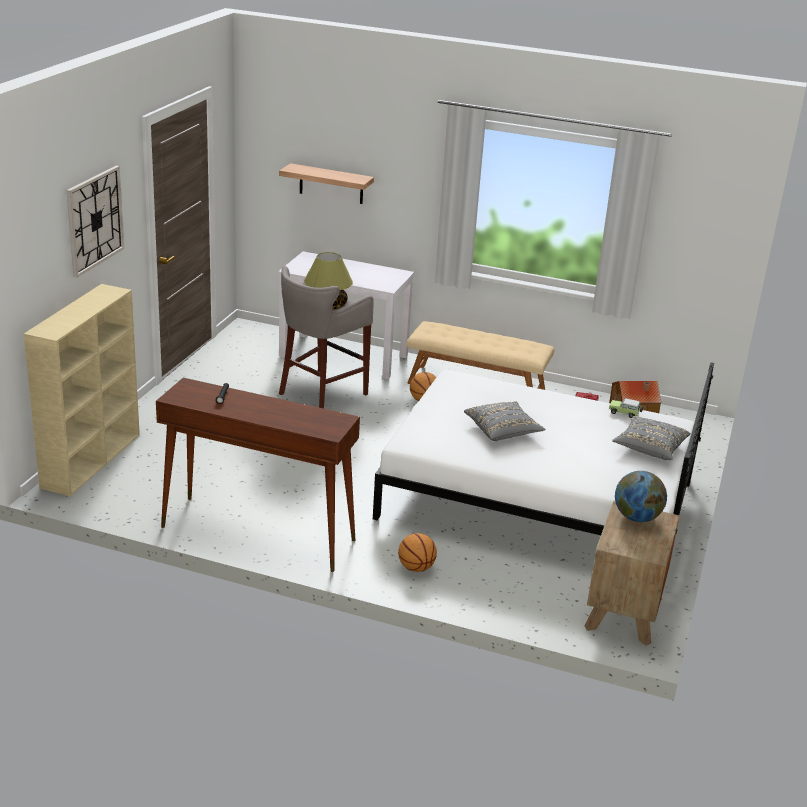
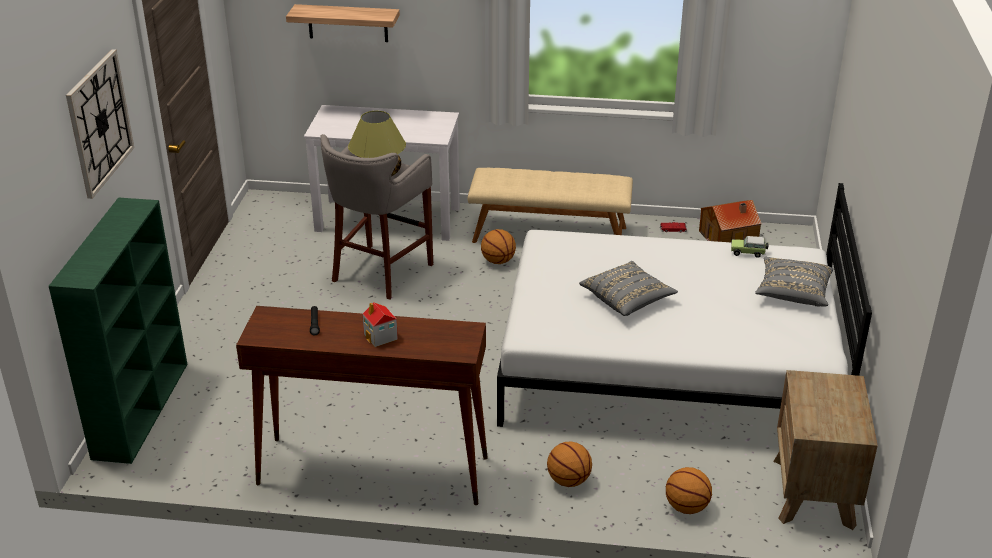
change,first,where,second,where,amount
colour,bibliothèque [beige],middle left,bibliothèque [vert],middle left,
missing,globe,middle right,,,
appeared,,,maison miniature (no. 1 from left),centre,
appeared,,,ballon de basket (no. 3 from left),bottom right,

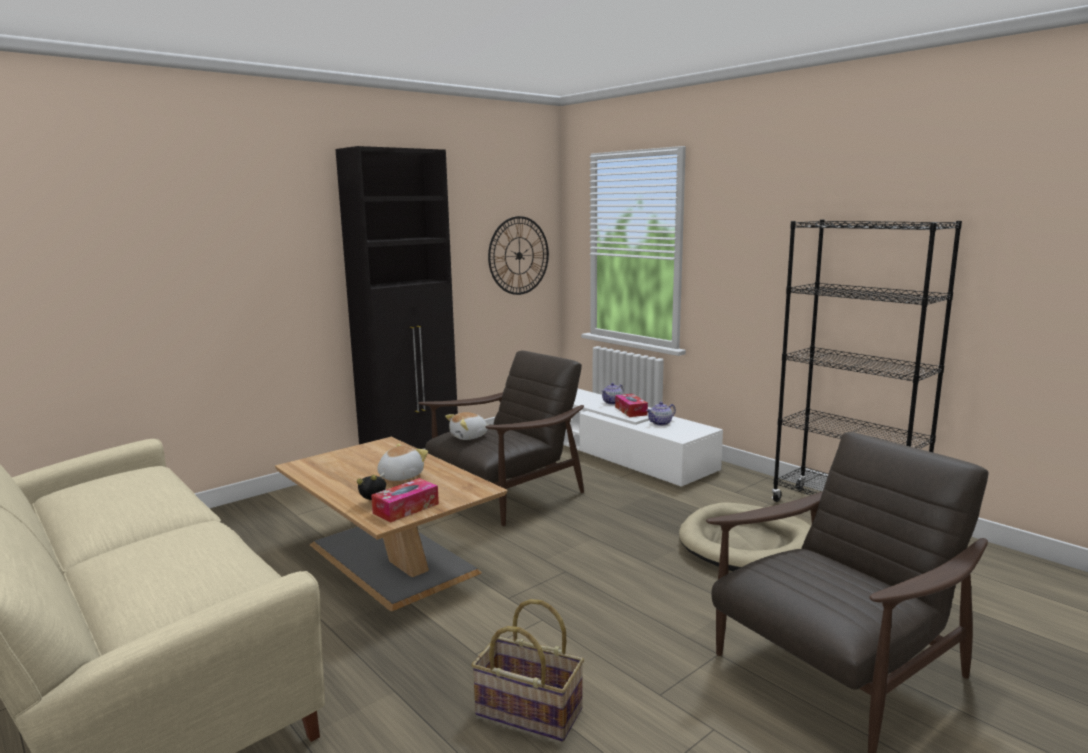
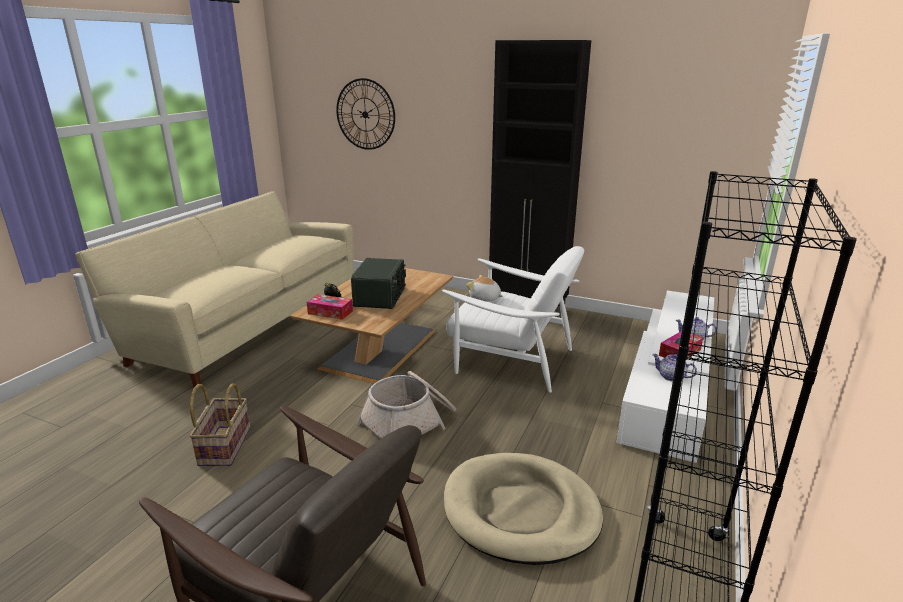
change,first,where,second,where,amount
relocated,horloge murale,centre,,top centre,
colour,fauteuil [marron] (no. 1 from left),centre,fauteuil [blanc],centre,
exchanged,peluche (no. 1 from left),centre,radio,centre,
appeared,,,panier (no. 2 from left),bottom centre,

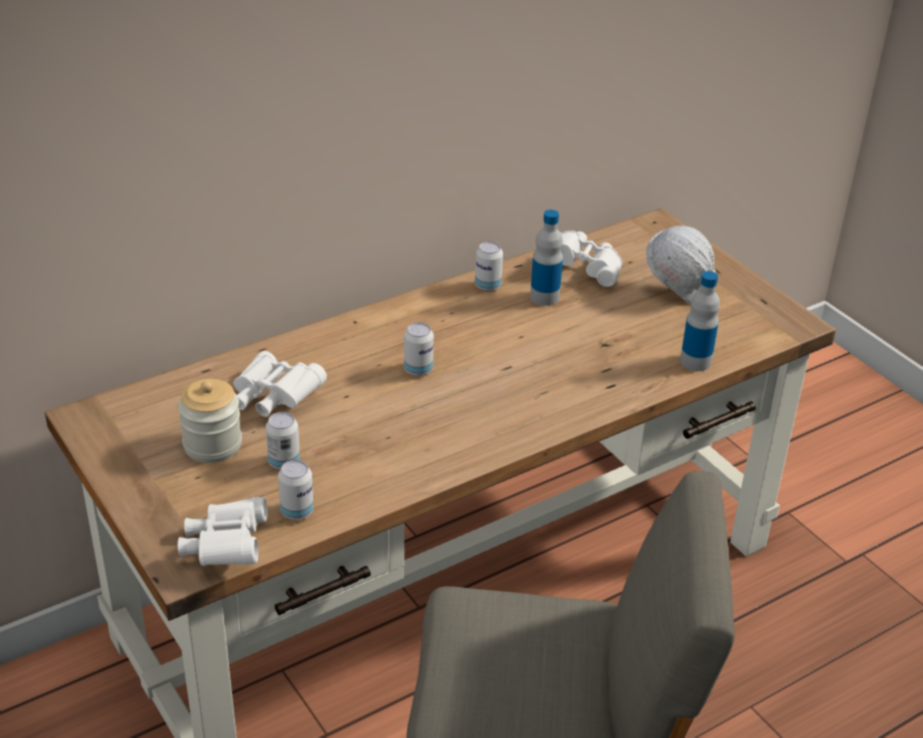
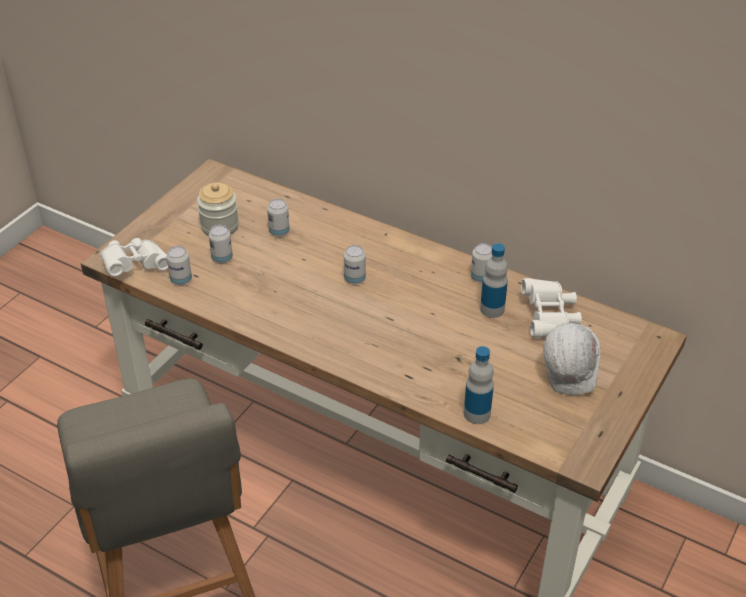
change,first,where,second,where,amount
exchanged,jumelles [blanc] (no. 2 from left),middle left,boîte métallique (no. 3 from left),centre,

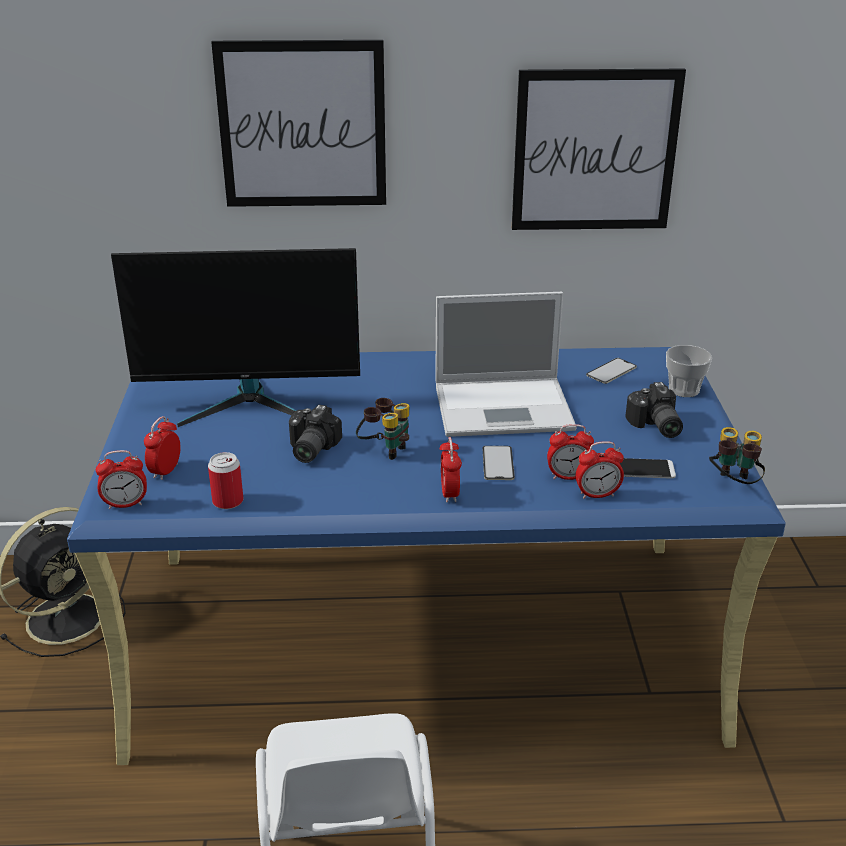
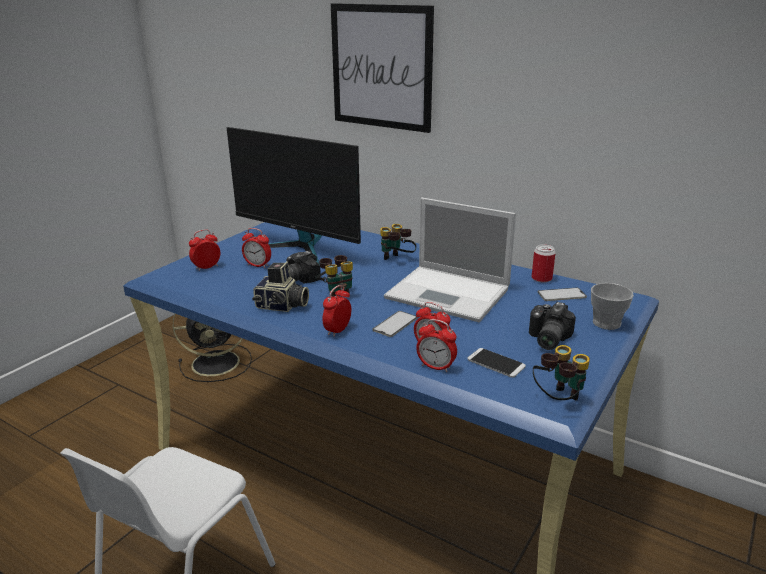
change,first,where,second,where,amount
missing,tableau (no. 2 from left),top right,,,
relocated,réveil (no. 1 from left in the first image),middle left,réveil (no. 2 from left),centre,
relocated,boîte métallique,middle left,,middle right,
appeared,,,jumelles (no. 2 from left),centre,
appeared,,,appareil photo (no. 1 from left),centre,

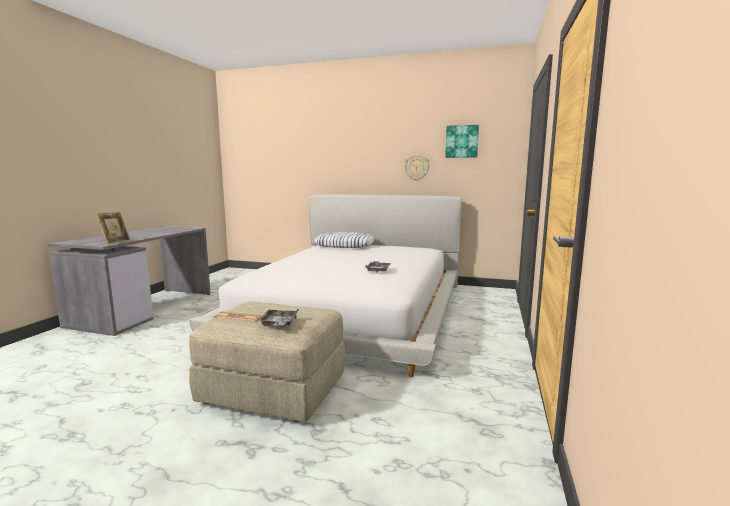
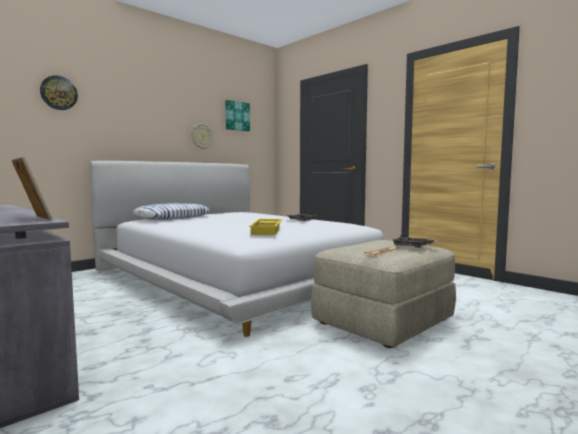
change,first,where,second,where,amount
appeared,,,horloge murale (no. 1 from left),top left,
appeared,,,plateau [jaune],centre,

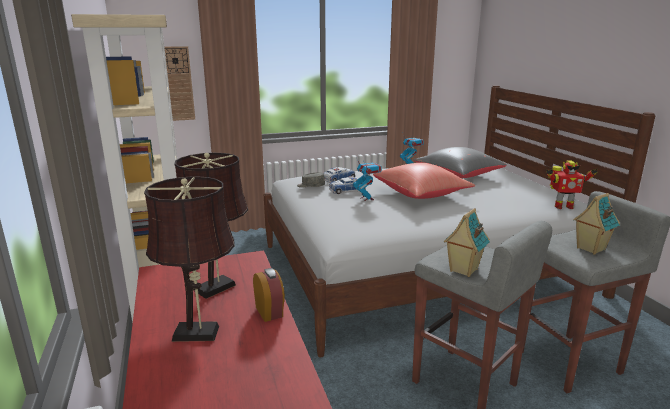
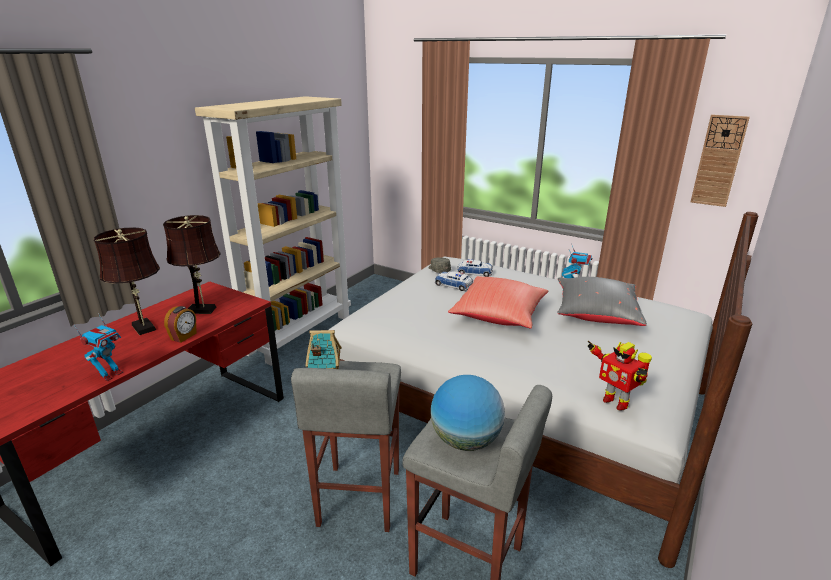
change,first,where,second,where,amount
relocated,horloge murale,top left,,top right,
relocated,robot jouet (no. 1 from left),centre,,middle left,
exchanged,maison miniature (no. 2 from left),middle right,globe,bottom centre,

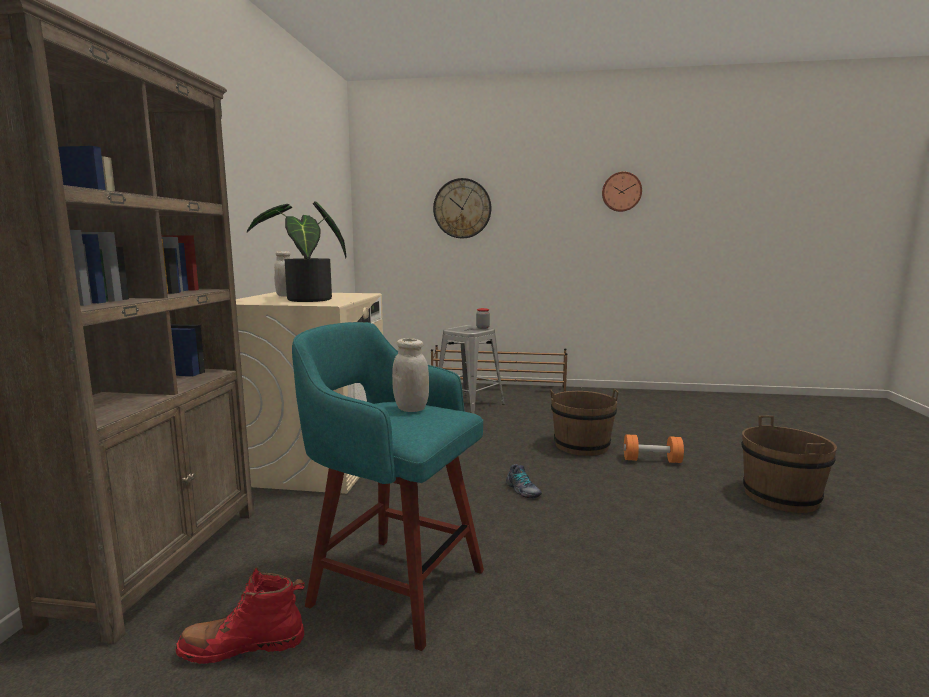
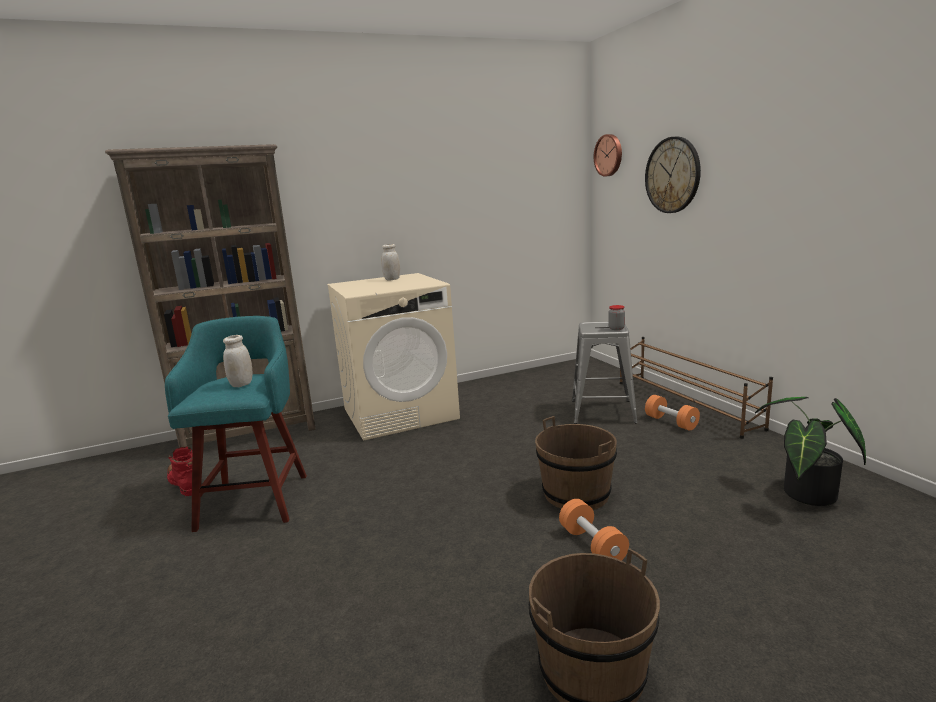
change,first,where,second,where,amount
relocated,horloge murale (no. 2 from left in the first image),top right,horloge murale (no. 1 from left),top centre,
relocated,plante en pot,middle left,,middle right,
missing,chaussure,bottom centre,,,
appeared,,,haltère [orange] (no. 2 from left),middle right,

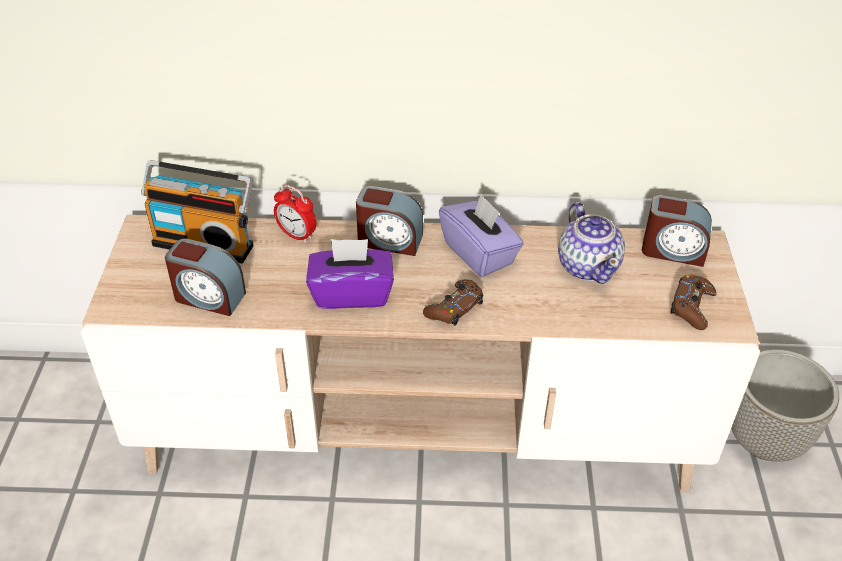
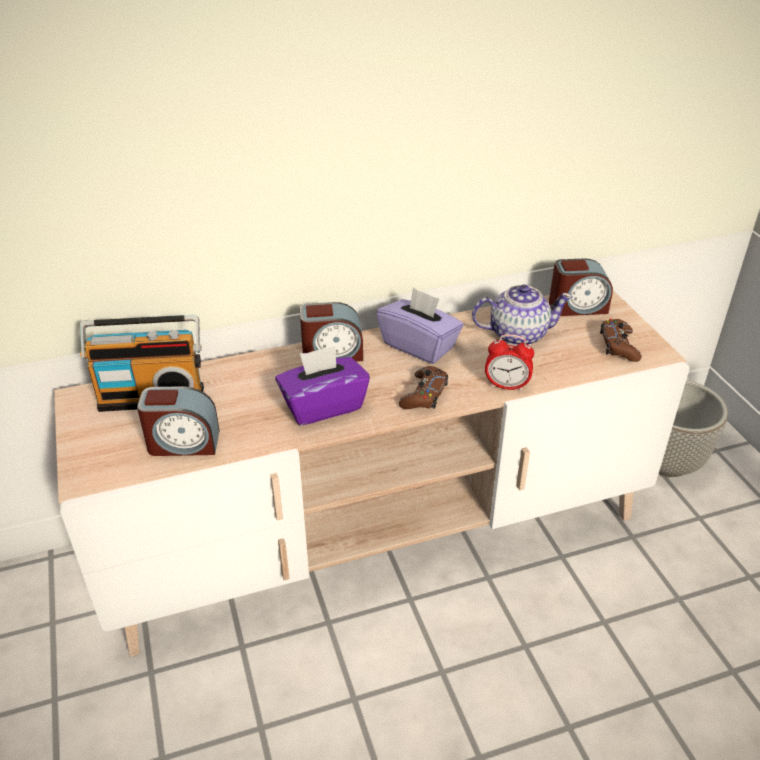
change,first,where,second,where,amount
relocated,réveil (no. 2 from left in the first image),centre,réveil (no. 3 from left),middle right,
spun,théière,middle right,,middle right,60 degrees counterclockwise

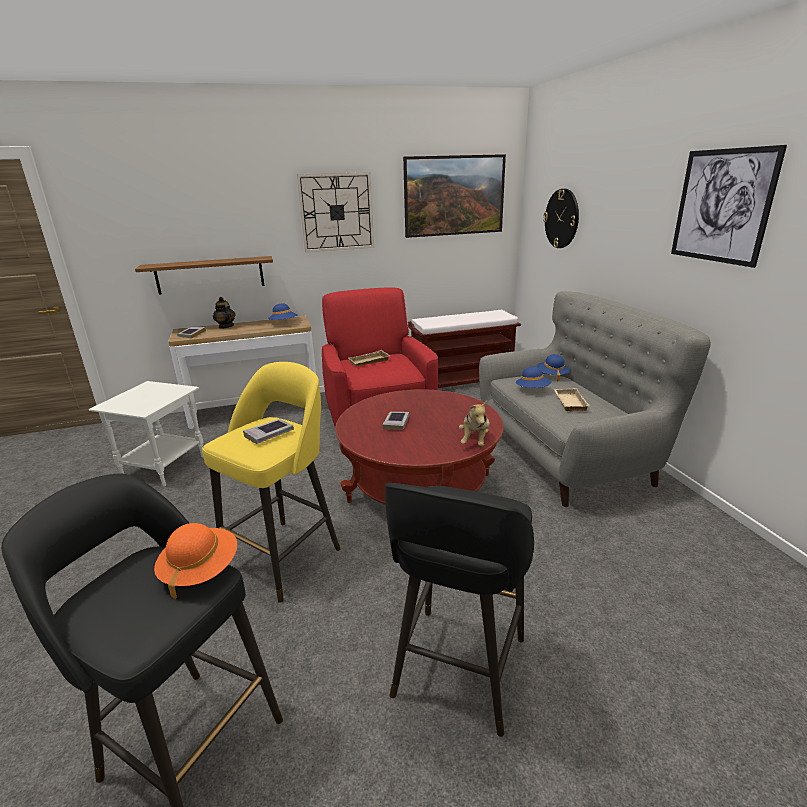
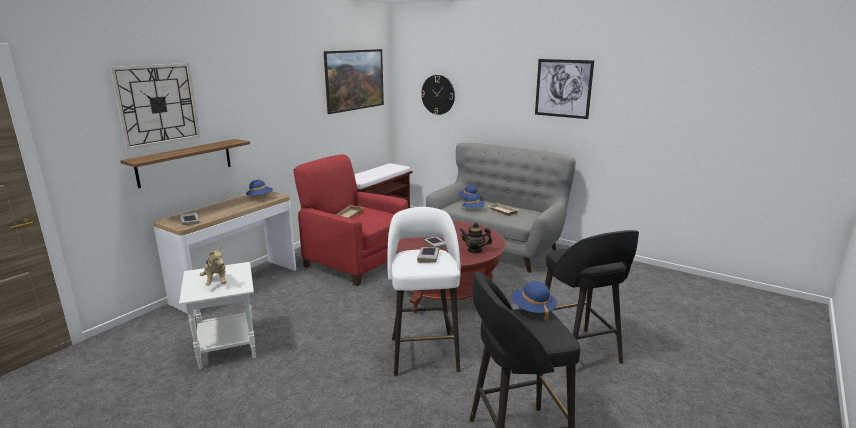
change,first,where,second,where,amount
relocated,horloge murale (no. 1 from left),top centre,,top left,
relocated,théière,middle left,,centre,
colour,tabouret [jaune],centre,tabouret [blanc],bottom centre,
relocated,peluche,centre,,middle left,
colour,chapeau [orange],bottom left,chapeau [bleu] (no. 4 from left),bottom centre,

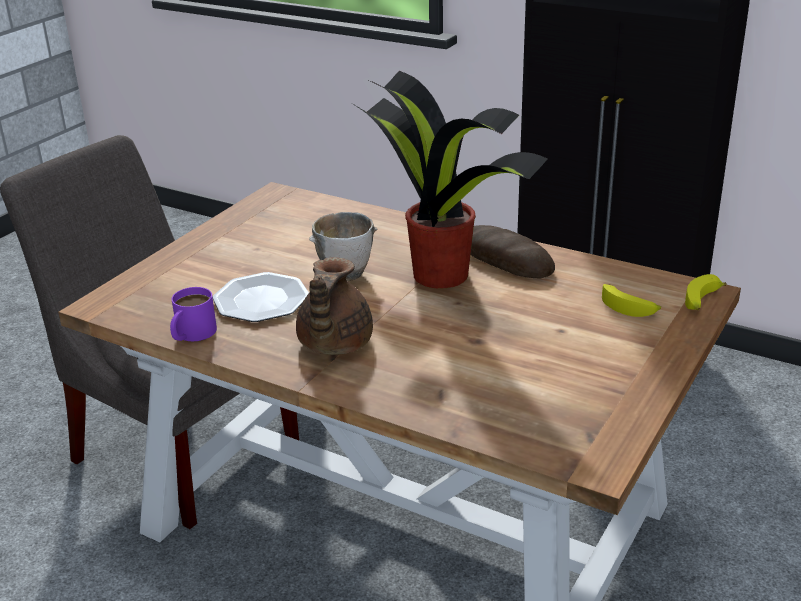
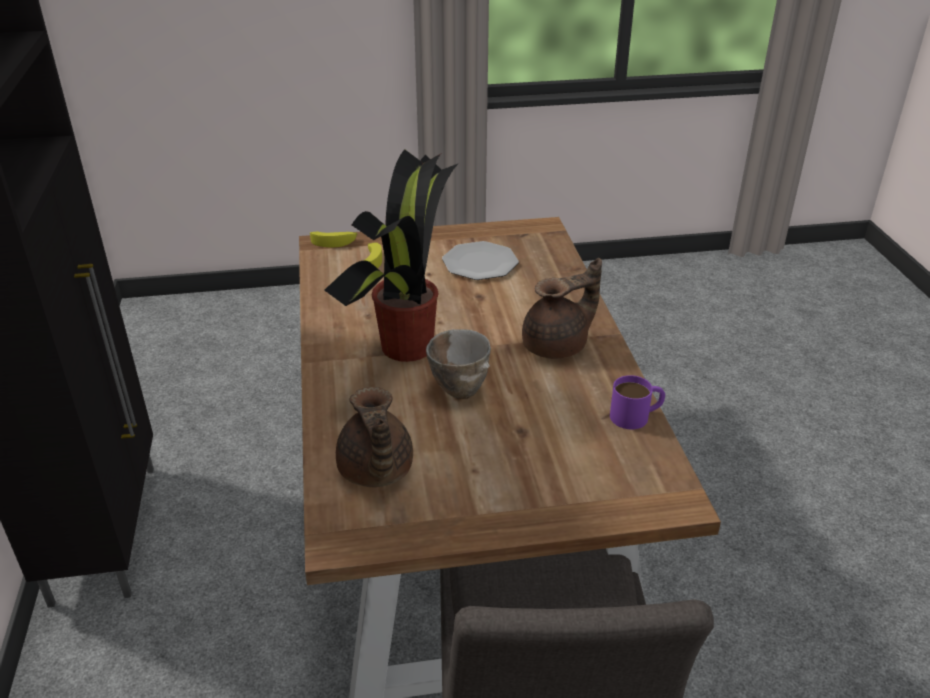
change,first,where,second,where,amount
missing,pain,centre,,,
relocated,assiette,middle left,,centre,
appeared,,,théière [marron] (no. 1 from left),centre,

